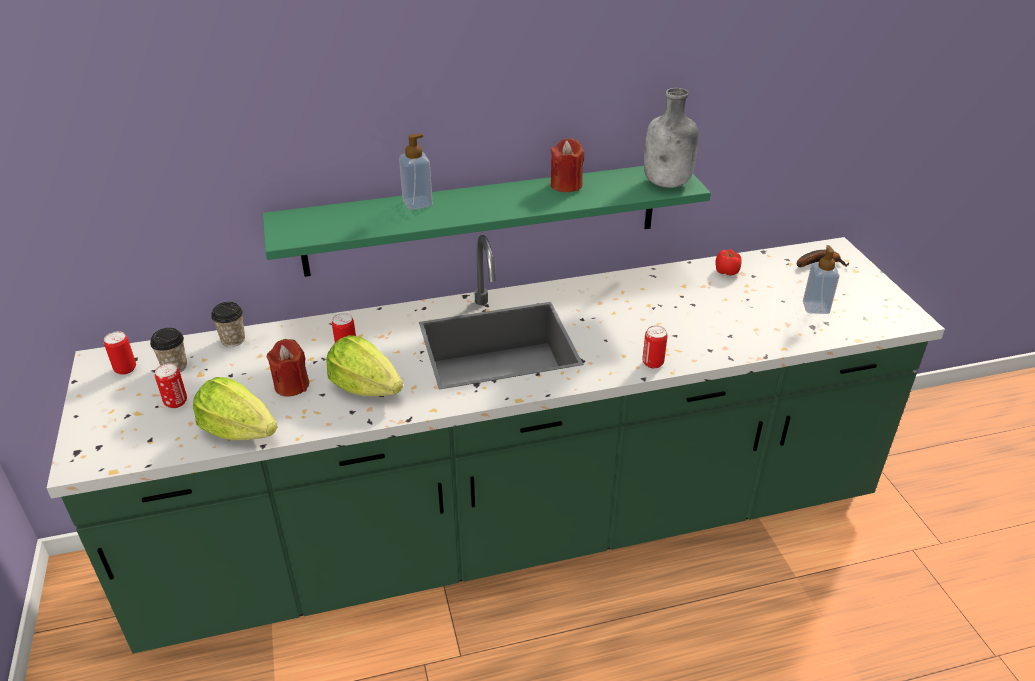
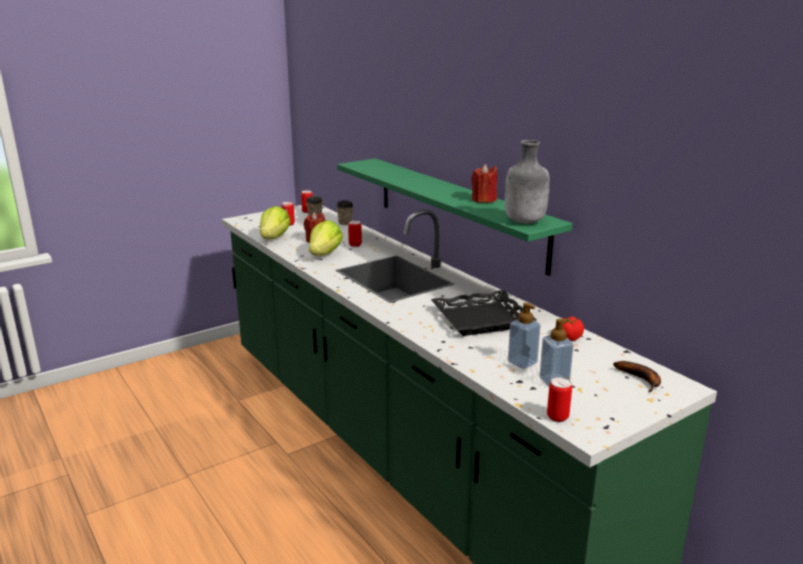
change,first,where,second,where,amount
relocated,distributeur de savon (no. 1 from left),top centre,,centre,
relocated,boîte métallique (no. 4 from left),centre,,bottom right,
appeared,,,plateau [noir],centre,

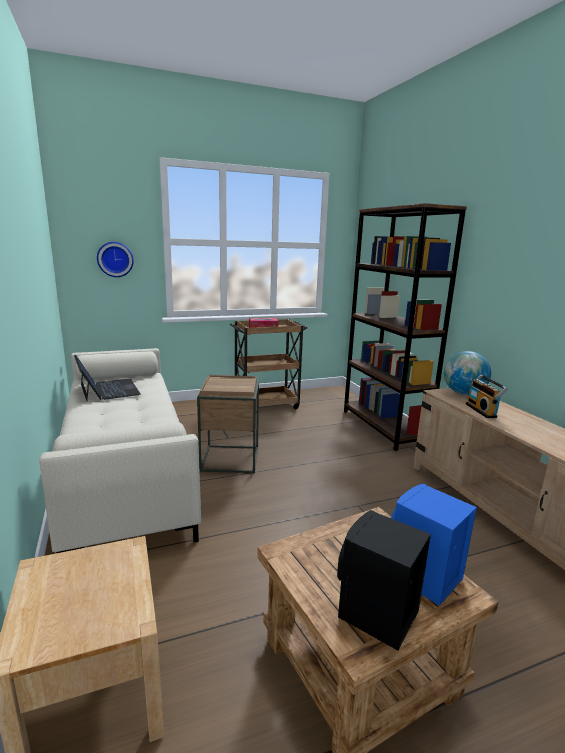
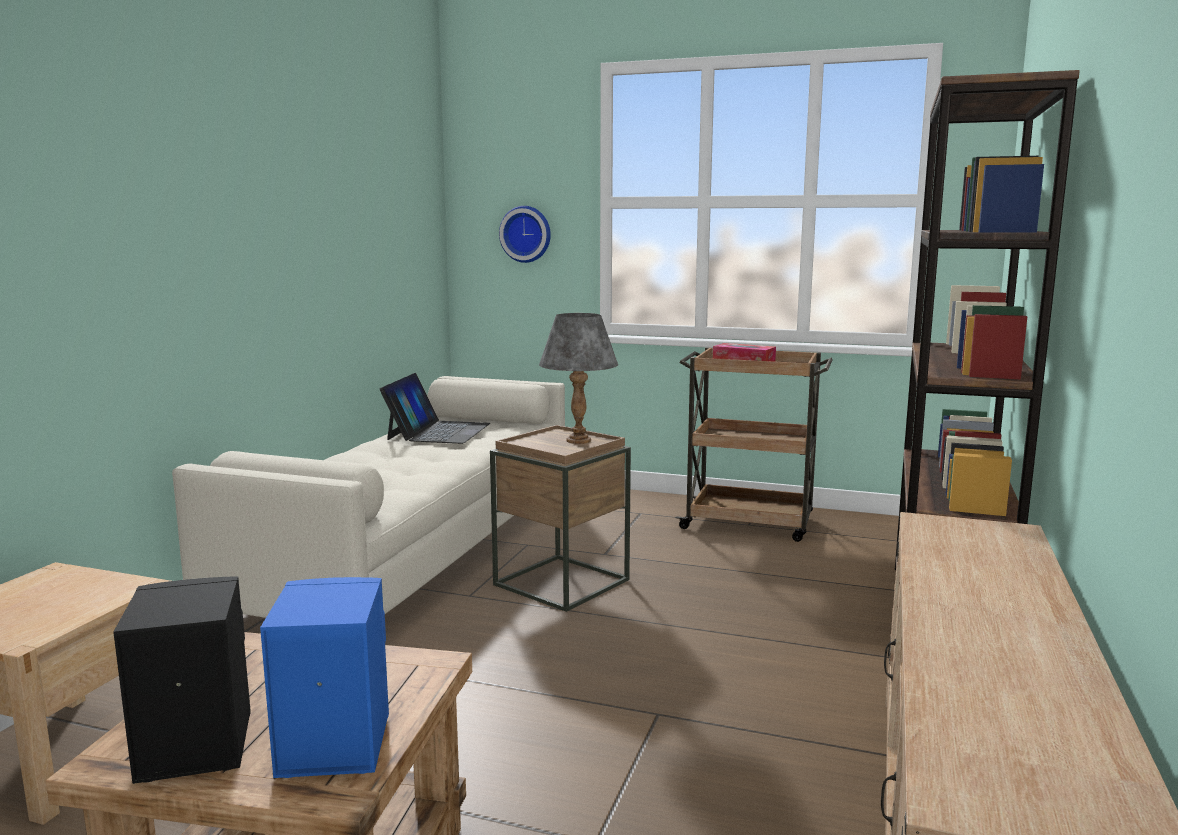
change,first,where,second,where,amount
missing,globe,middle right,,,
missing,radio,middle right,,,
appeared,,,lampe de table [gris],centre,

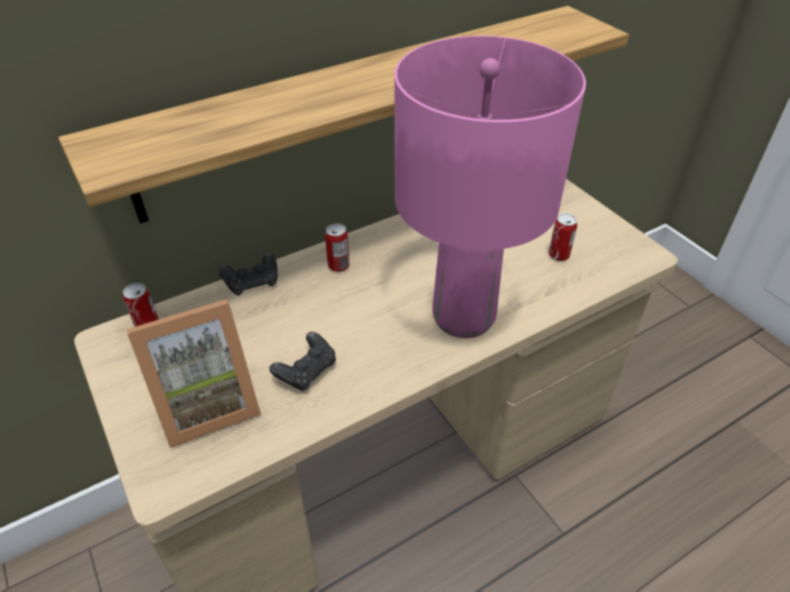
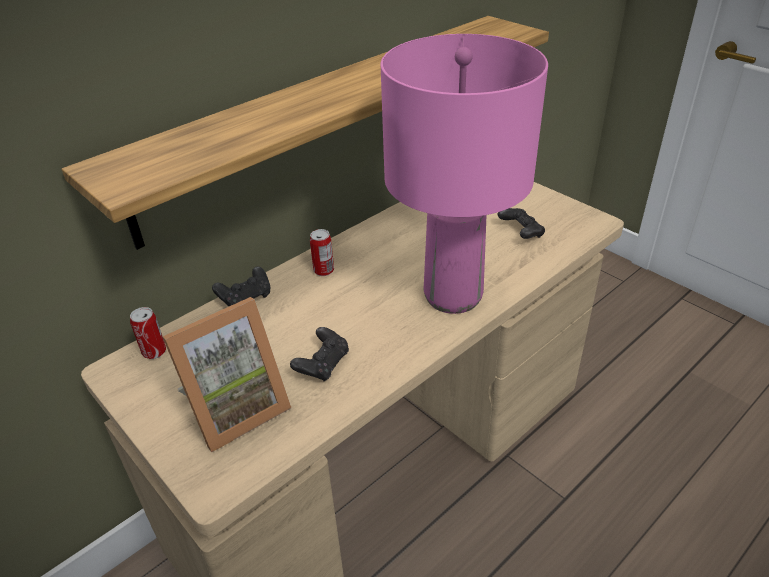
change,first,where,second,where,amount
exchanged,boîte métallique (no. 3 from left),middle right,manette [noir] (no. 3 from left),middle right,

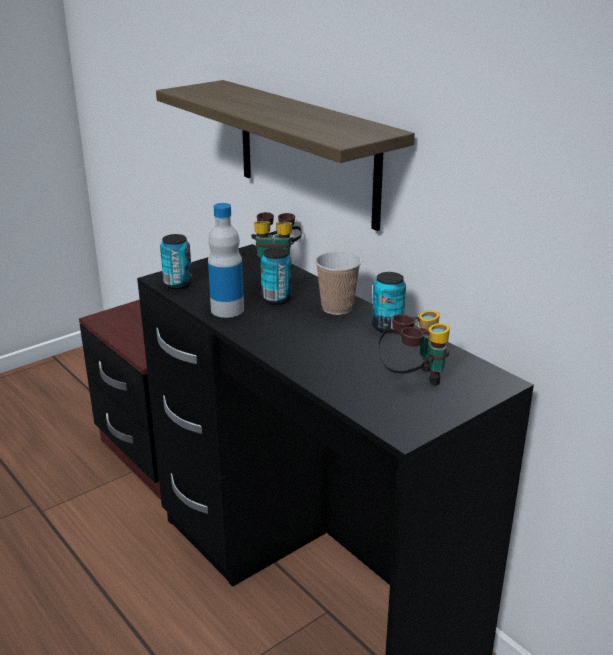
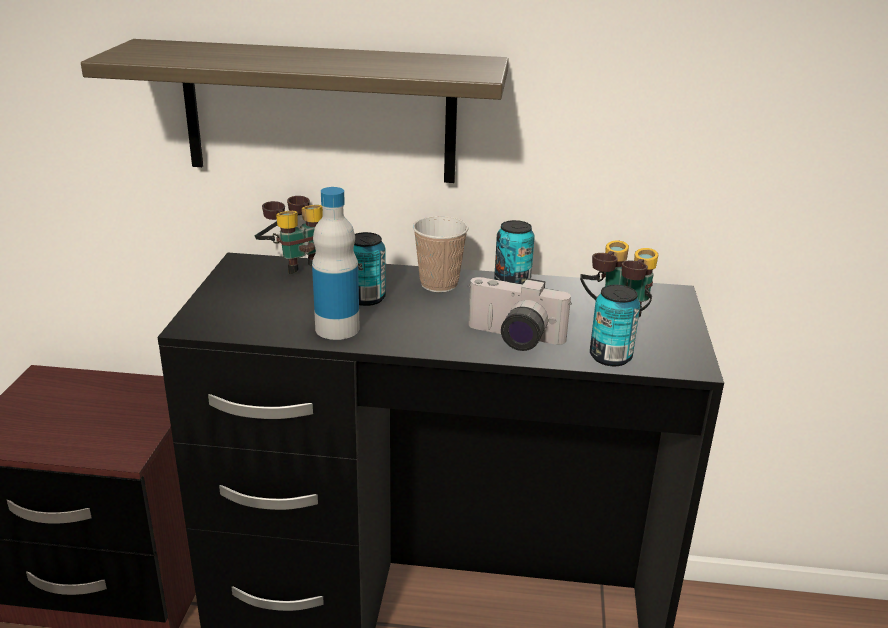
change,first,where,second,where,amount
relocated,boîte métallique (no. 1 from left in the first image),middle left,boîte métallique (no. 3 from left),middle right,
appeared,,,appareil photo,centre,

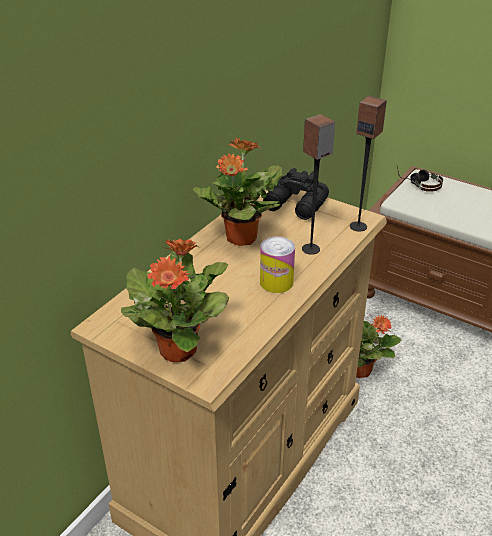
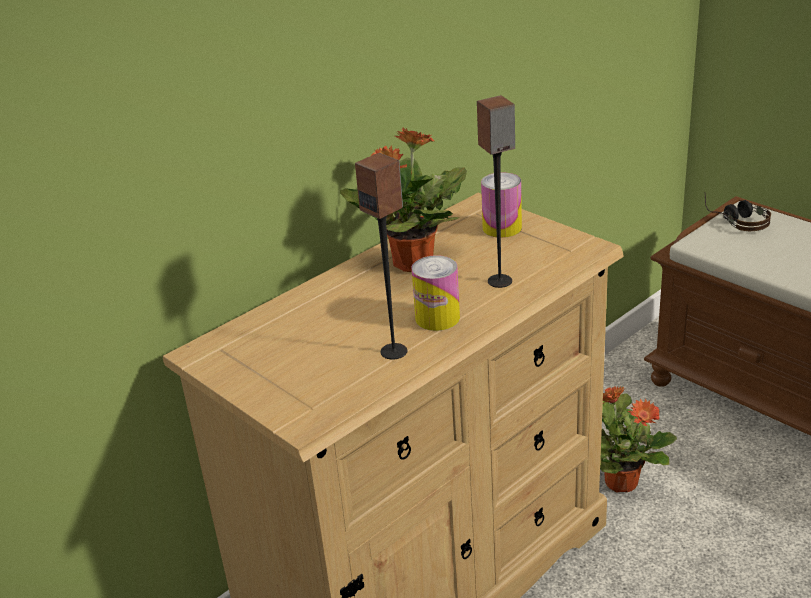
change,first,where,second,where,amount
relocated,enceinte (no. 2 from left in the first image),top right,enceinte (no. 1 from left),centre,
exchanged,jumelles [noir],centre,boîte métallique (no. 2 from left),centre,
missing,plante en pot (no. 1 from left),centre,,,

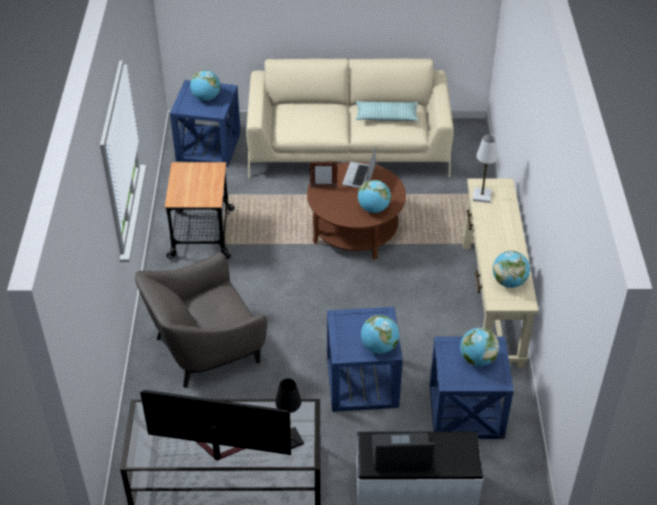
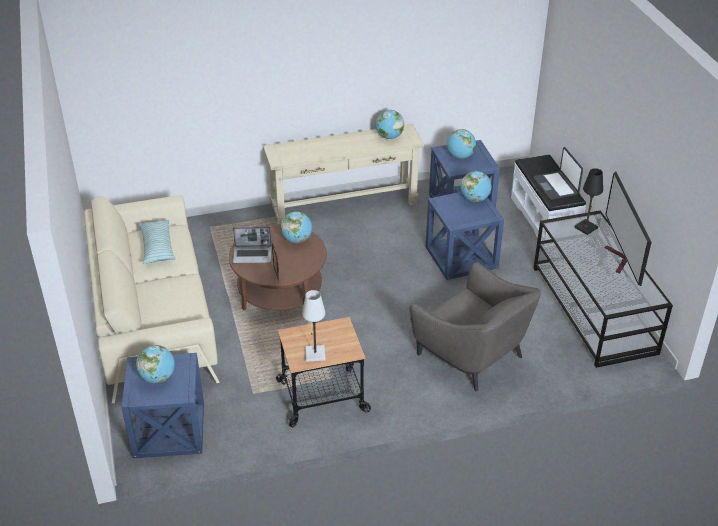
change,first,where,second,where,amount
relocated,lampe de table [blanc],middle right,,centre,

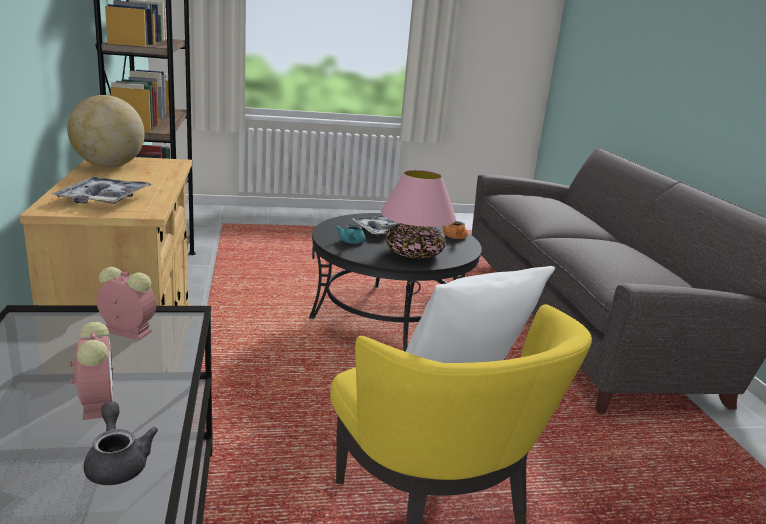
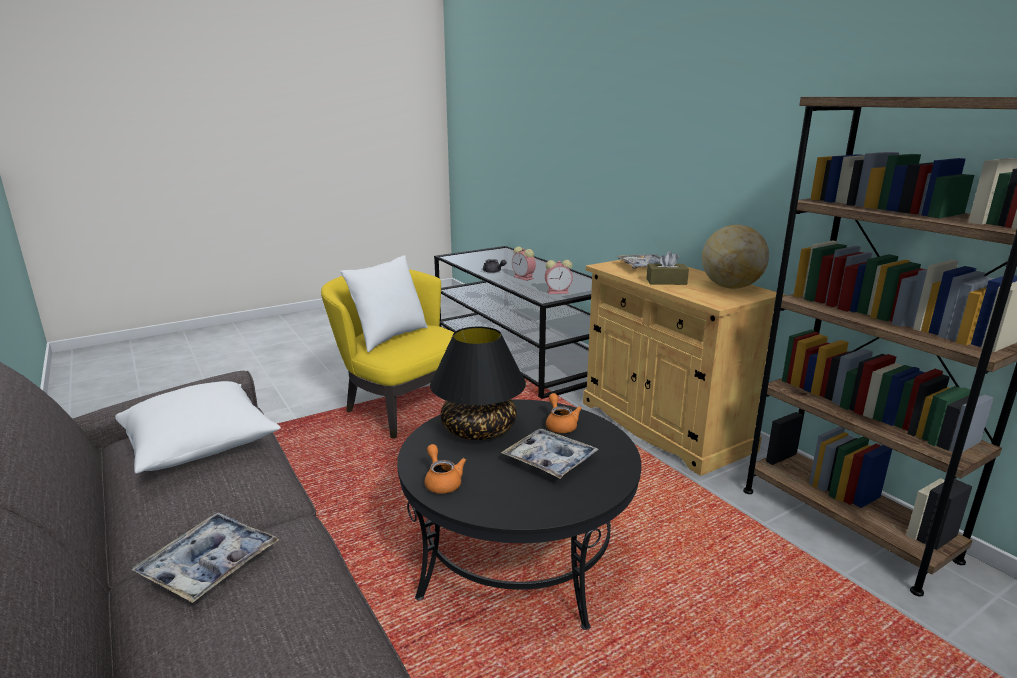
change,first,where,second,where,amount
colour,lampe de table [rose],centre,lampe de table [noir],centre,
colour,théière [turquoise],centre,théière [orange] (no. 2 from left),centre,
appeared,,,boîte à mouchoirs [marron],centre,
appeared,,,coussin [blanc] (no. 1 from left),middle left,
appeared,,,plateau (no. 1 from left),bottom left,

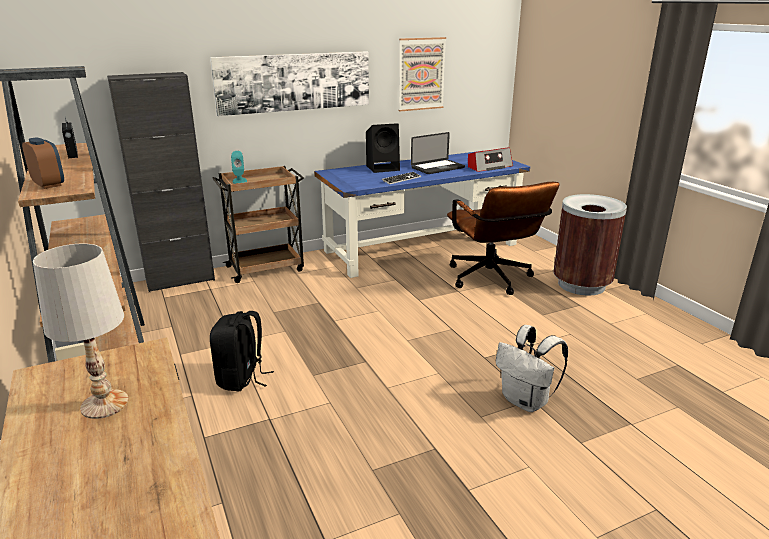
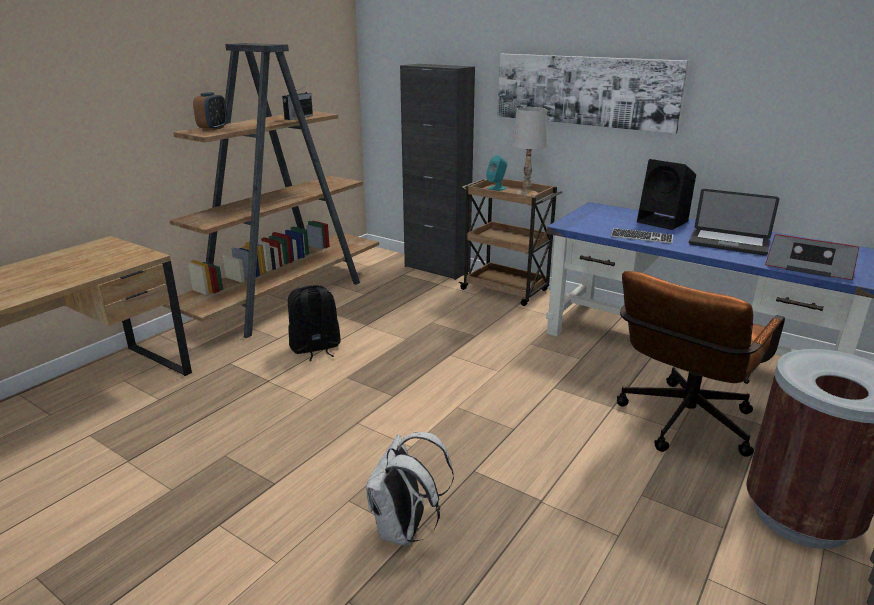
change,first,where,second,where,amount
missing,tableau (no. 2 from left),top centre,,,
relocated,lampe de table [blanc],middle left,,top centre,

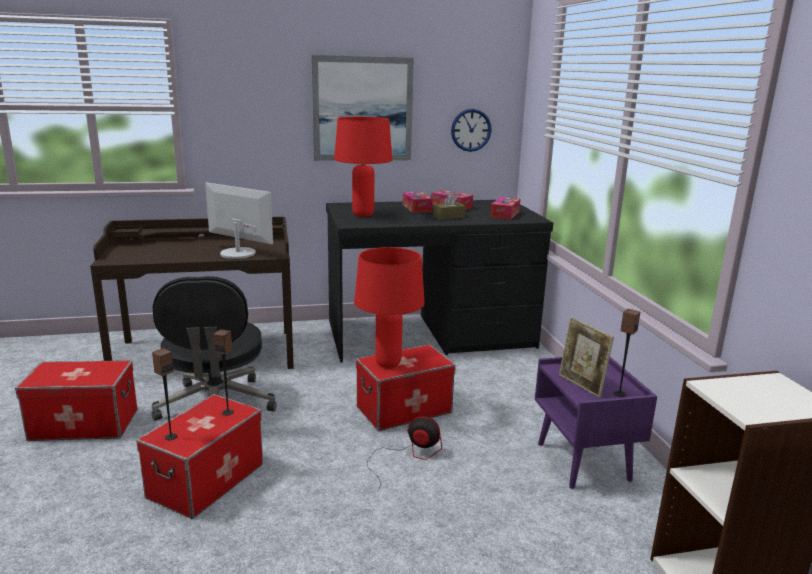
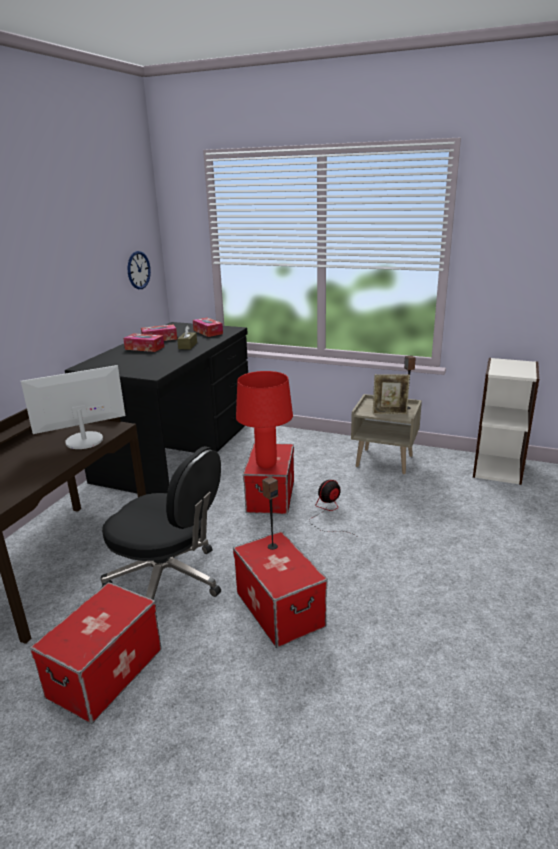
change,first,where,second,where,amount
missing,tableau,top centre,,,
missing,lampe de table [rouge] (no. 1 from left),top centre,,,
missing,enceinte (no. 1 from left),bottom left,,,
colour,table de chevet [violet],bottom right,table de chevet [beige],middle right,

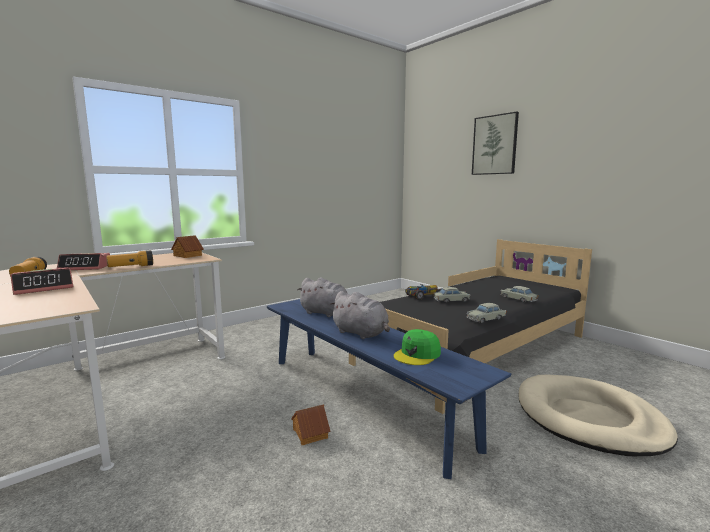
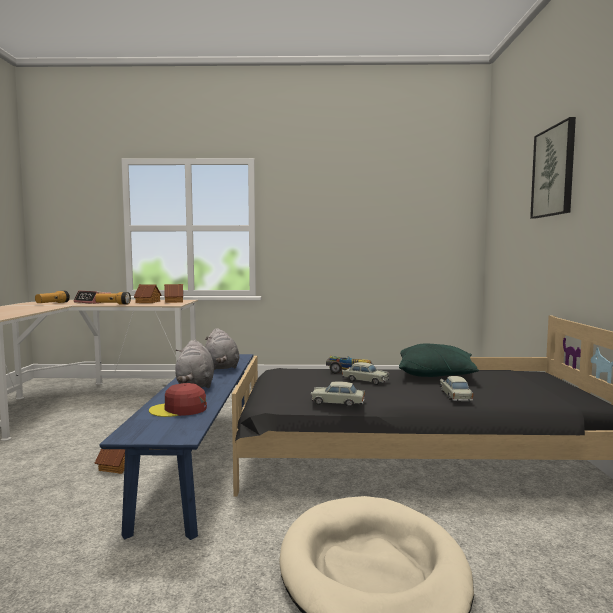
change,first,where,second,where,amount
missing,réveil (no. 1 from left),middle left,,,
colour,casquette [vert],centre,casquette [rouge],middle left,
appeared,,,maison miniature (no. 2 from left),middle left,
appeared,,,coussin [vert],middle right,

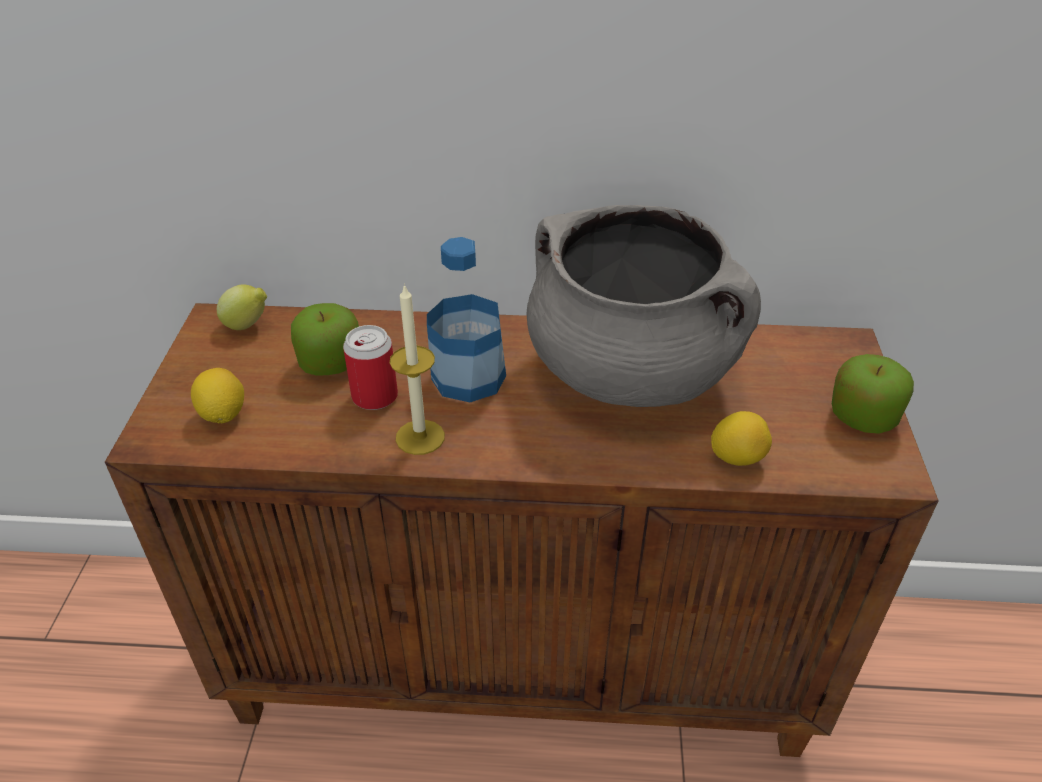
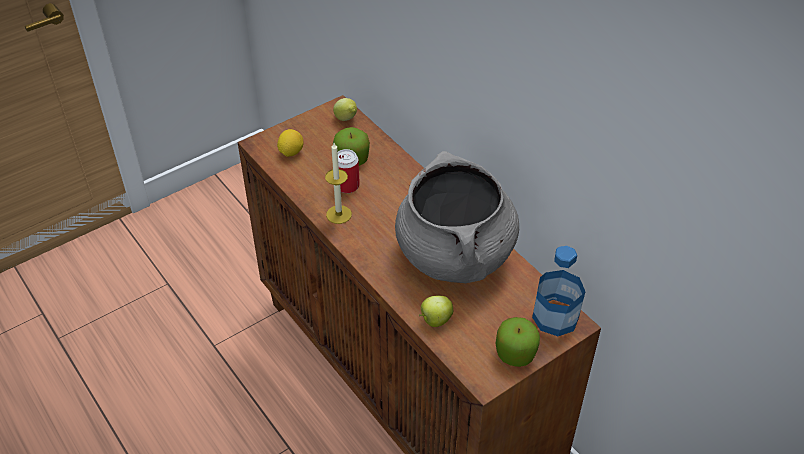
change,first,where,second,where,amount
relocated,bouteille,centre,,middle right,
exchanged,citron (no. 3 from left),middle right,pomme (no. 2 from left),bottom centre,

